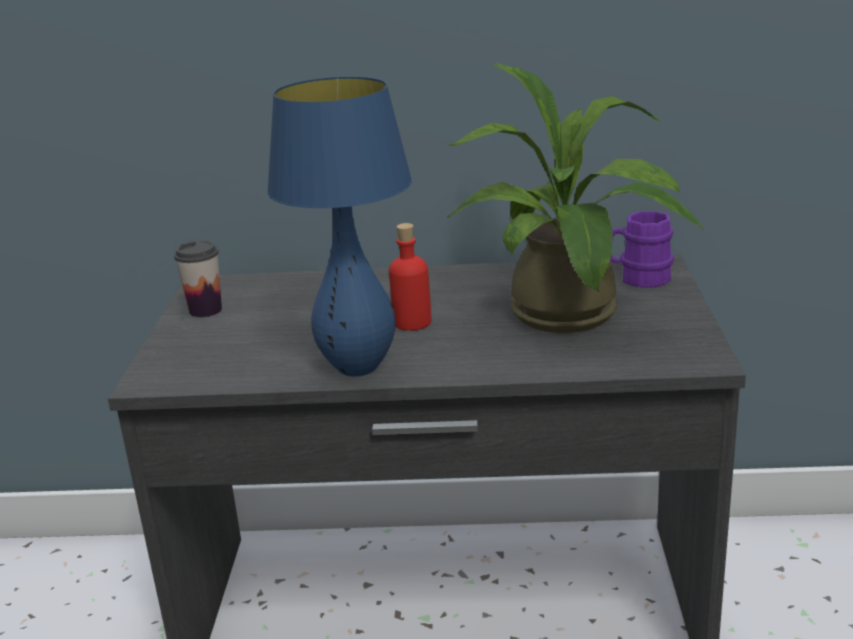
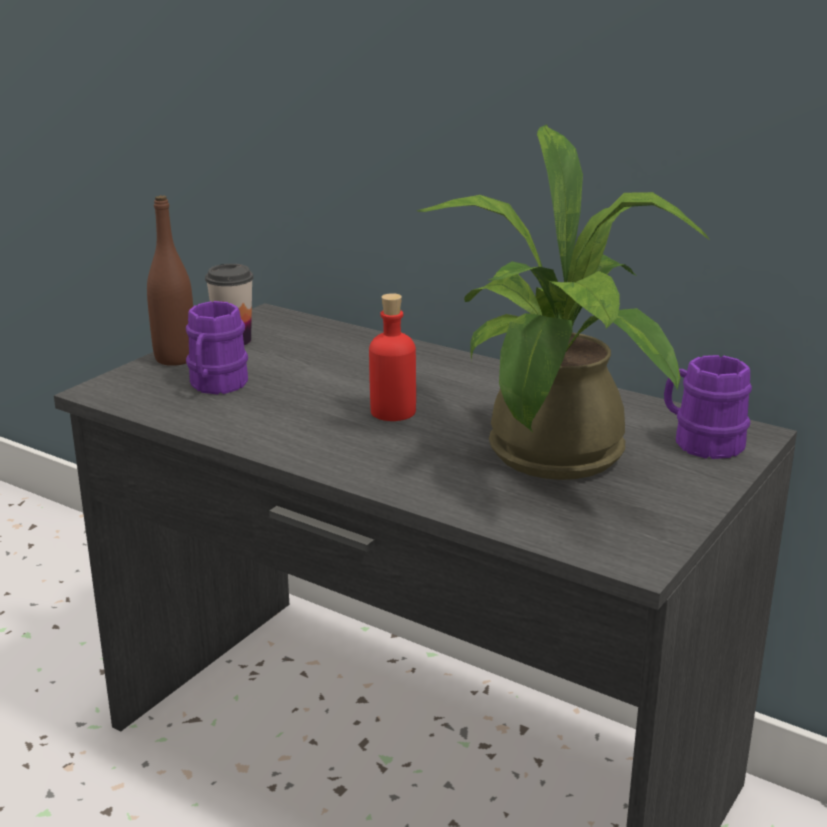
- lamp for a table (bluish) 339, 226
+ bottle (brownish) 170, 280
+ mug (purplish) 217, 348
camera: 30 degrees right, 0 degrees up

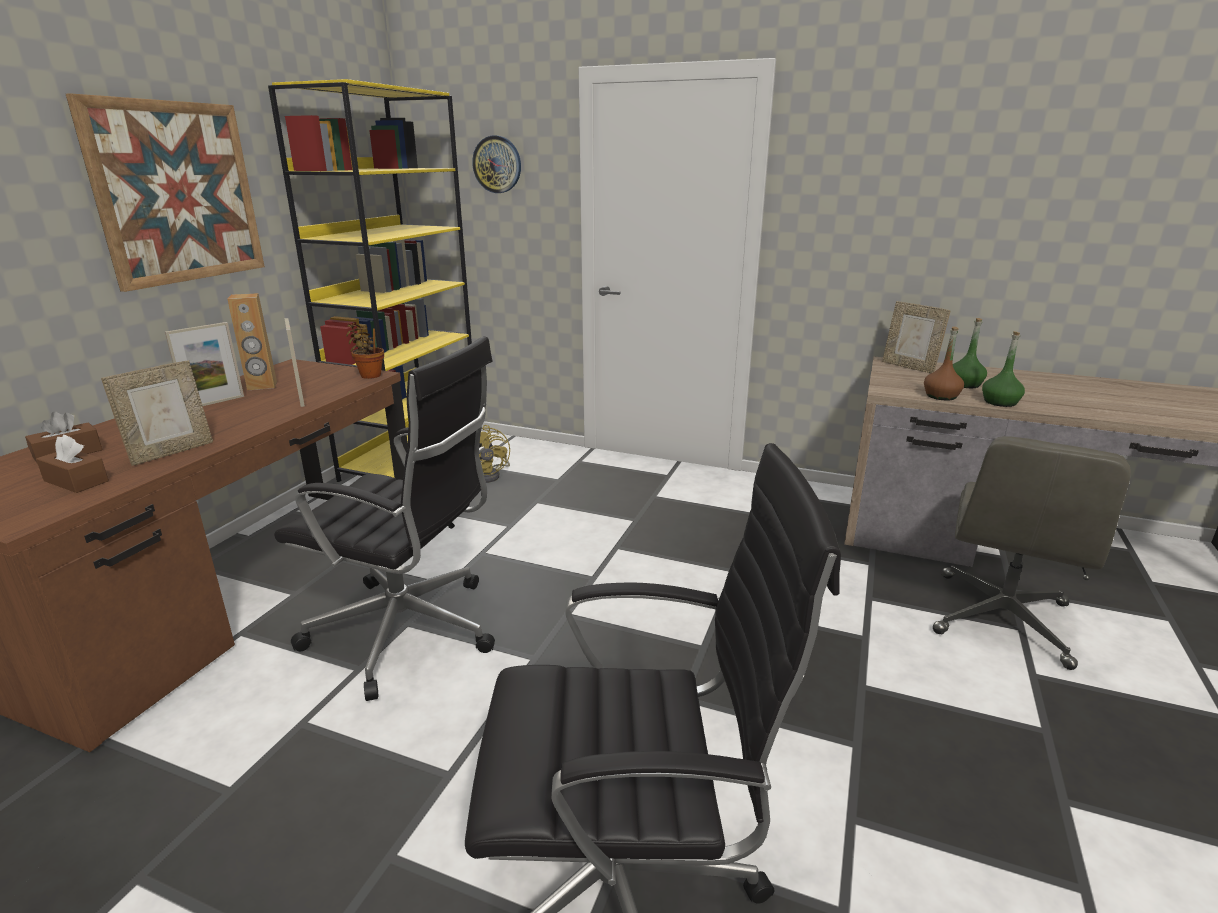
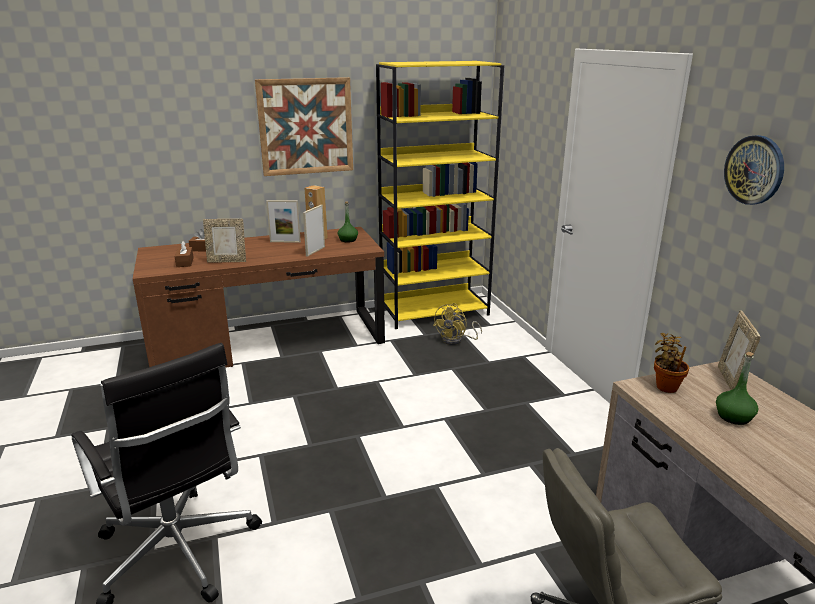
~ wall clock 496, 164 to 754, 170
~ houseplant 365, 350 to 671, 363
- bottle (brownish) 944, 363
~ bottle (green) 1003, 369 to 348, 221
- desk chair (black) 384, 519
camera: 50 degrees right, 0 degrees up

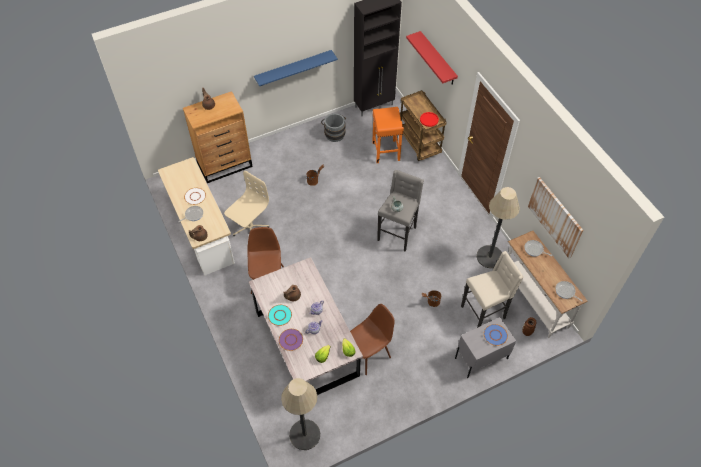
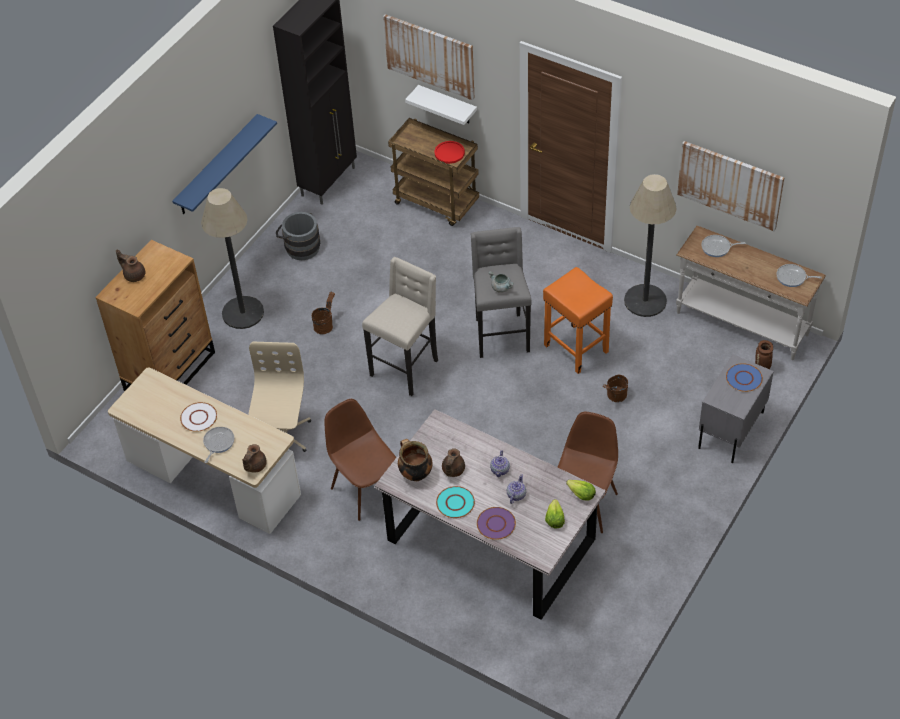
~ shelf (reddish) 432, 58 to picture 428, 57
~ sitting stool (orange-coloured) 388, 135 to 578, 320
~ sitting stool (beige-coloured) 492, 289 to 400, 326
~ floor lamp 300, 414 to 232, 258
+ shelf (white) 441, 105
+ stockpot 415, 460
camera: 30 degrees left, 5 degrees down

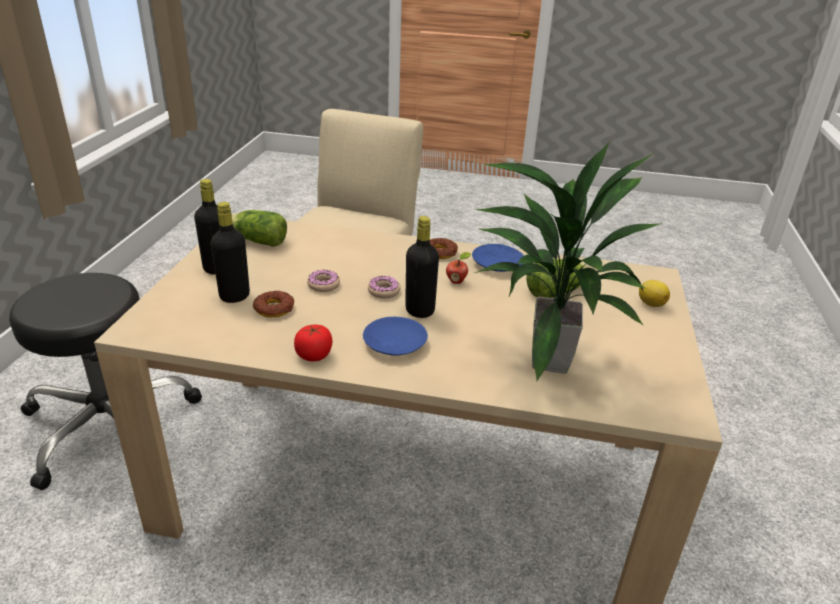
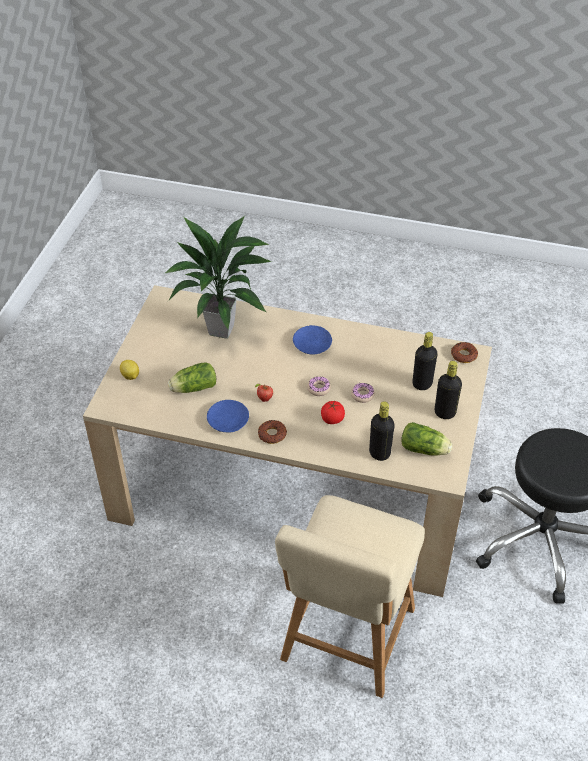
~ bottle (black) 422, 267 to 382, 431
~ donut 273, 304 to 464, 352
~ tomato 313, 343 to 333, 412
camera: 175 degrees left, 15 degrees up

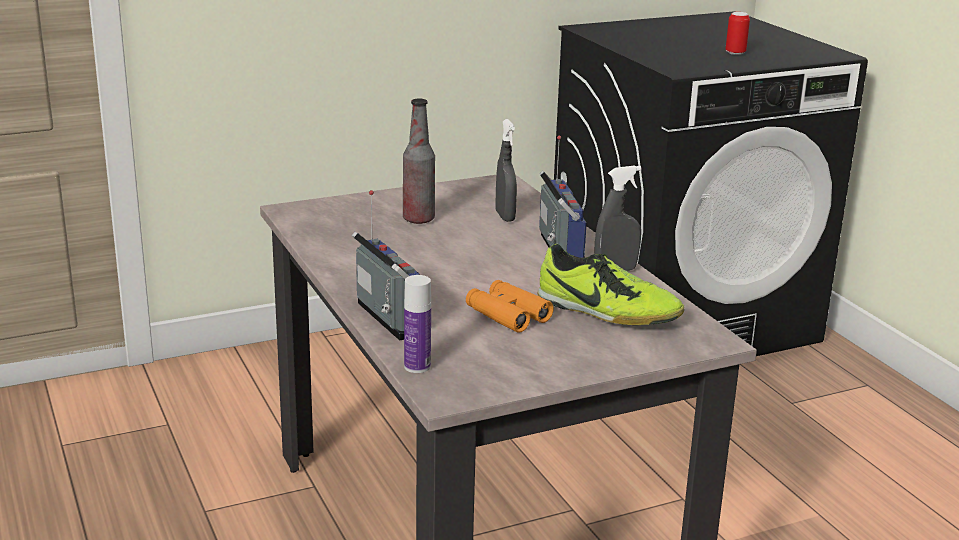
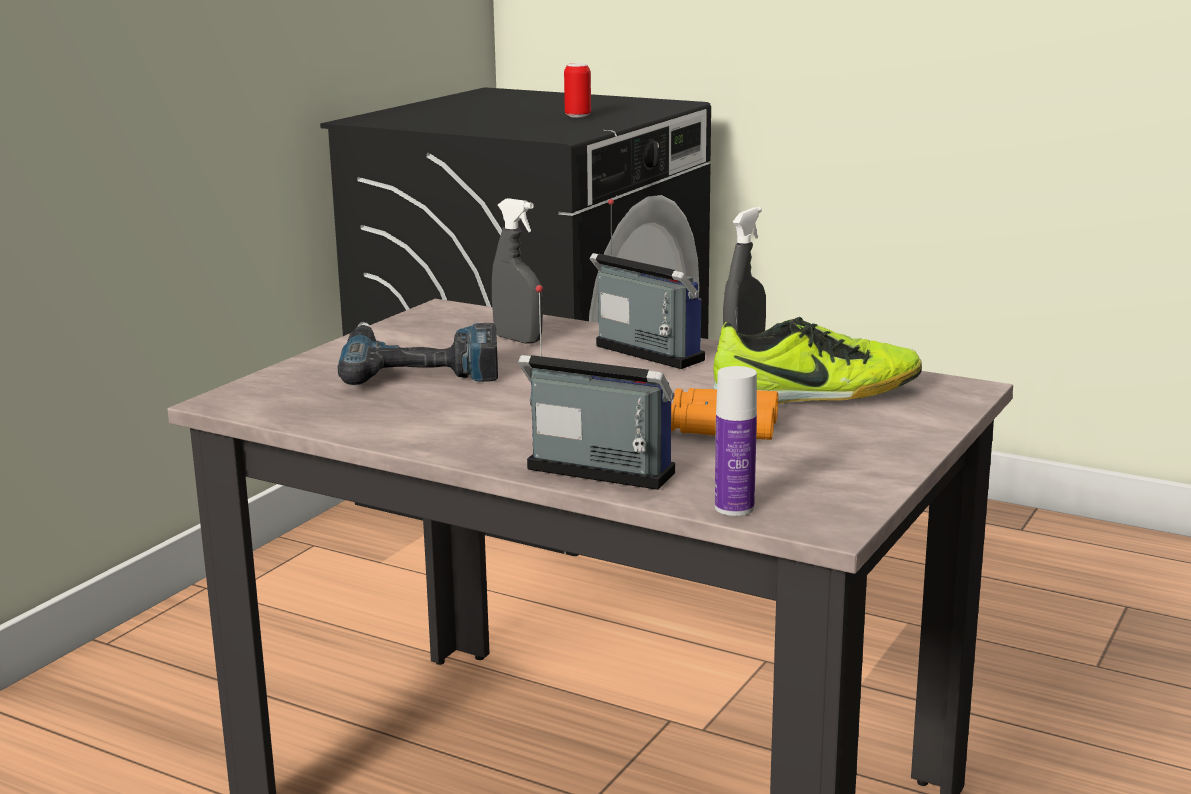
~ bottle 419, 161 to drill 418, 354
camera: 35 degrees left, 5 degrees down

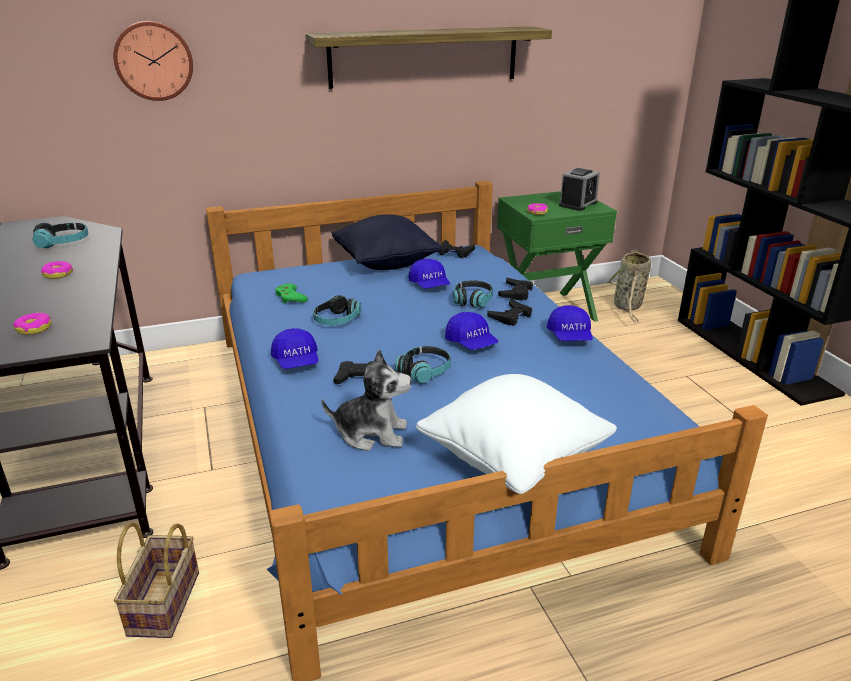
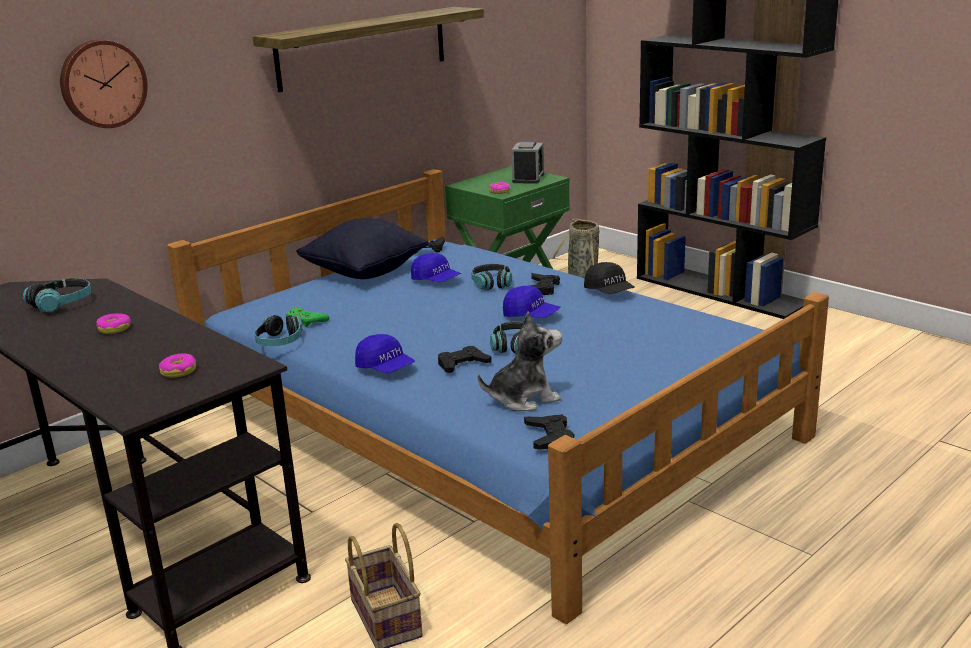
~ joypad (black) 515, 289 to 549, 432
~ pair of headphones 337, 310 to 278, 330
~ cap (bluish) 570, 323 to cap (black) 609, 278
- throw pillow (white) 516, 434
camera: 25 degrees left, 5 degrees down

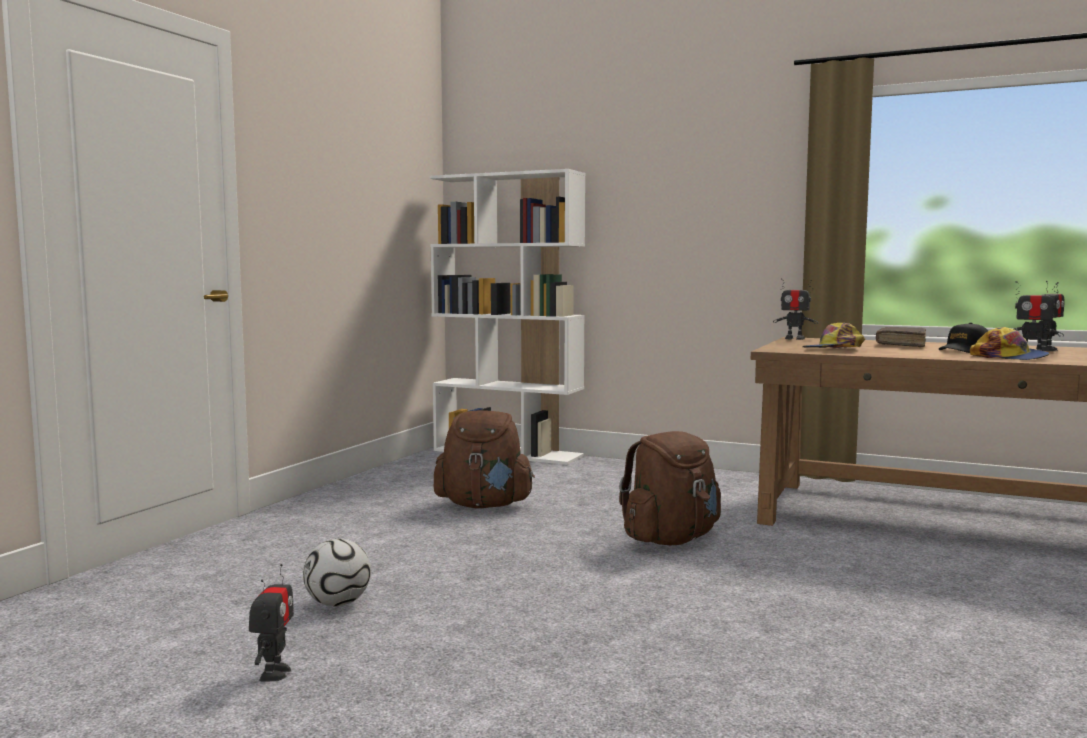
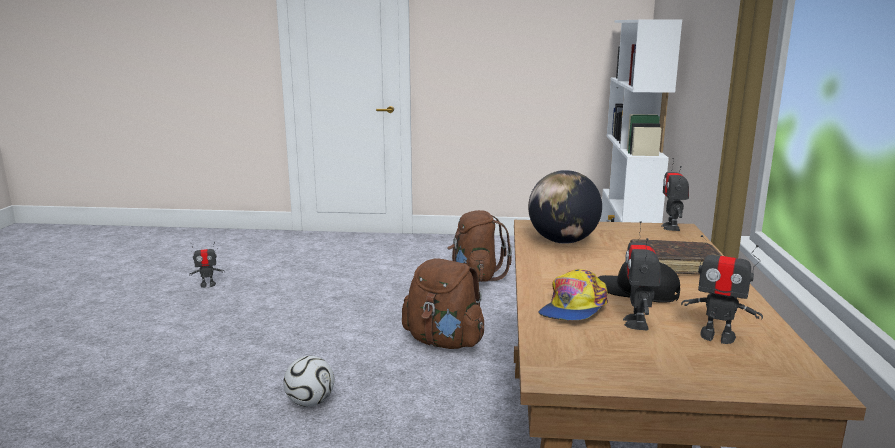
~ cap 833, 335 to desk globe 565, 207
~ ball for football 337, 572 to 308, 381
camera: 70 degrees right, 10 degrees up

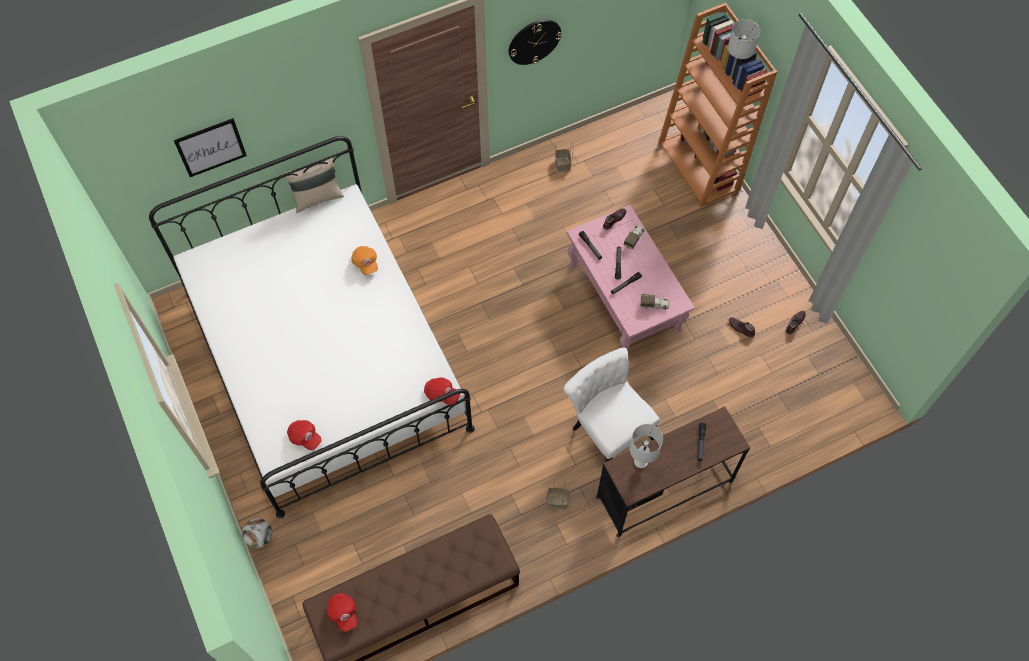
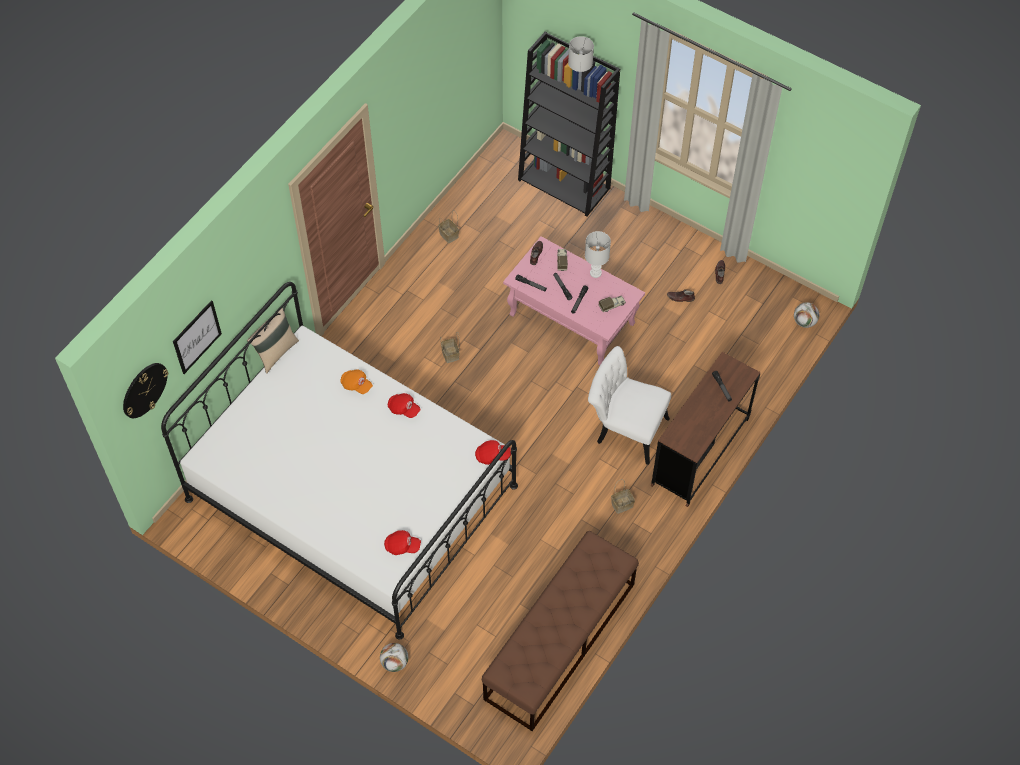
~ bookcase (orange-coloured) 717, 105 to bookcase (black) 569, 124
~ wall clock 535, 42 to 145, 390
~ lamp for a table (white) 646, 446 to 598, 254
~ cap (reddish) 342, 612 to 404, 405
+ ball for football 806, 315
+ basket 450, 348
camera: 30 degrees left, 5 degrees down

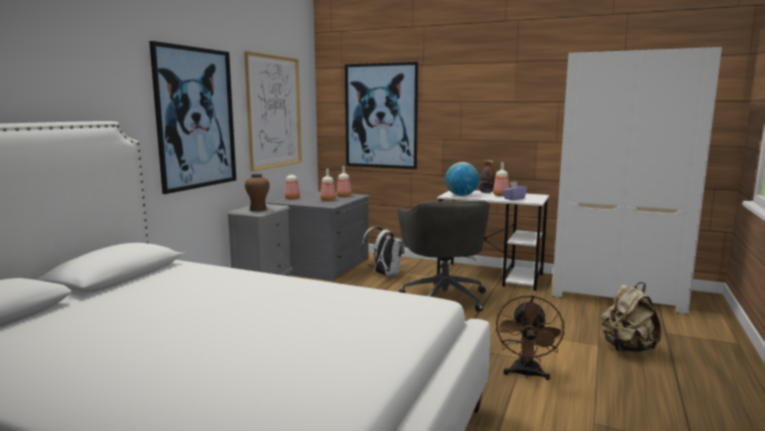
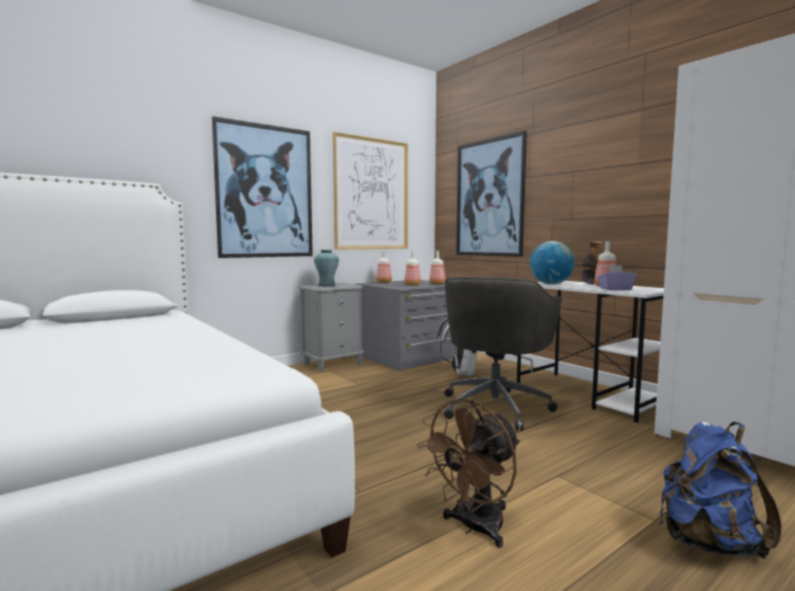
~ flower vase (brownish) 257, 193 to flower vase (turquoise-coloured) 326, 268
~ knapsack (beige-coloured) 631, 317 to knapsack (bluish) 720, 490
camera: 30 degrees right, 5 degrees down

